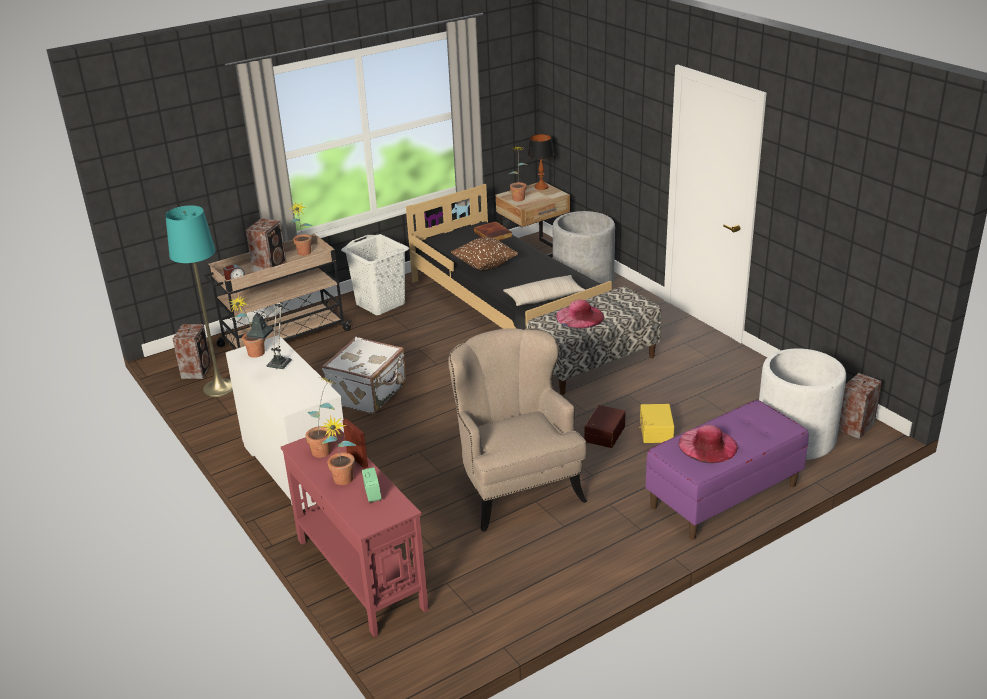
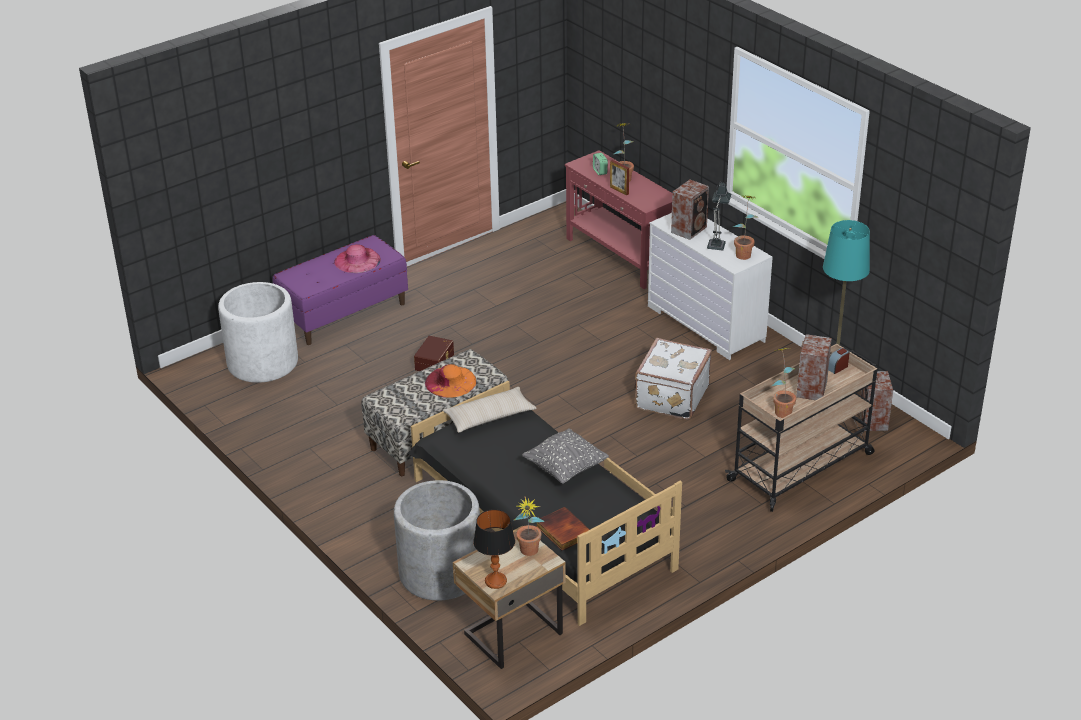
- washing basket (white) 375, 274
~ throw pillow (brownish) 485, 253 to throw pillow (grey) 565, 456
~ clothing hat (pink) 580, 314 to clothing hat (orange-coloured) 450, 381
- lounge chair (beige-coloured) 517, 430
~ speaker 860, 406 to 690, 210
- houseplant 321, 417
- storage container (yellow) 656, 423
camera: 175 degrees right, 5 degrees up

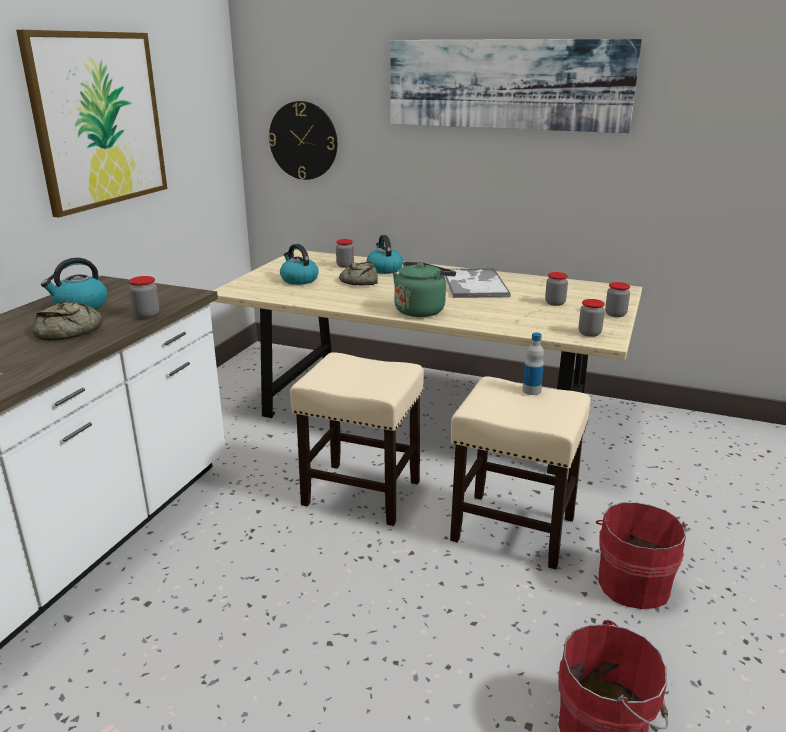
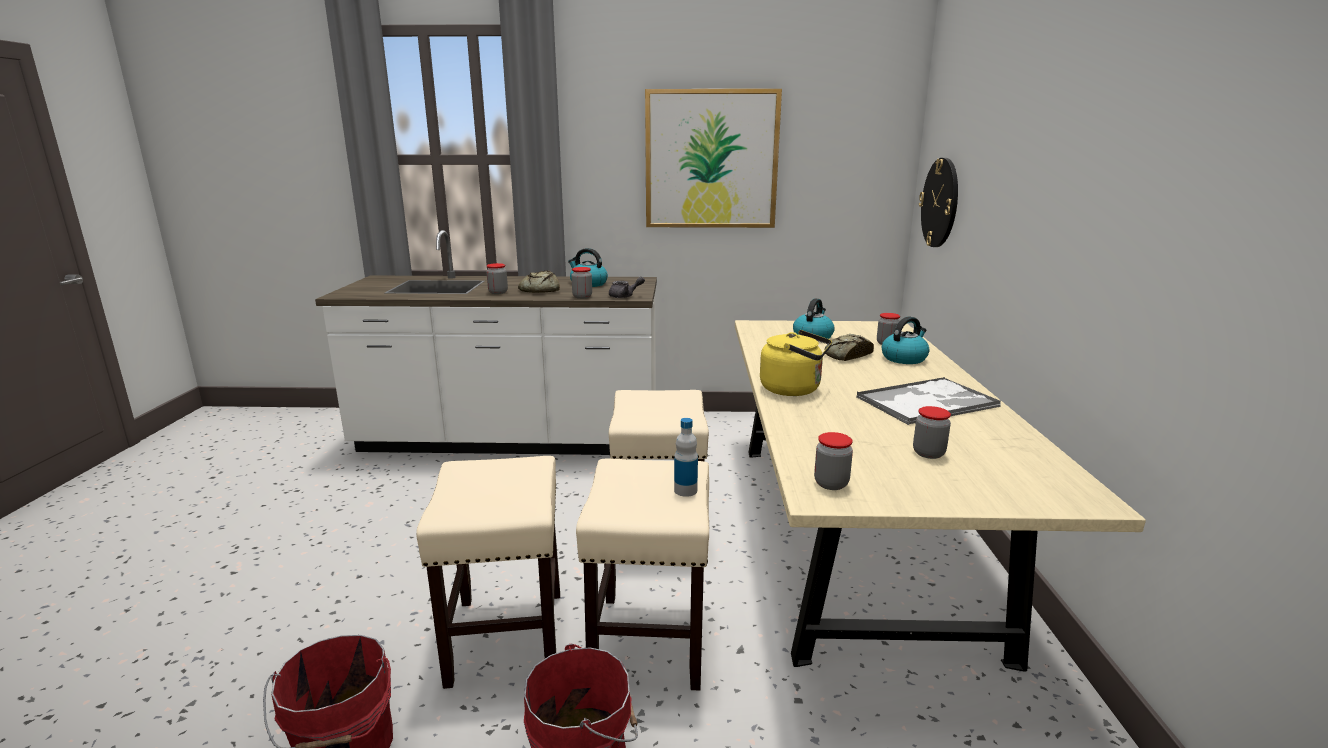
- picture 516, 86
~ water kettle (green) 424, 289 to water kettle (yellow) 796, 363
~ storage jar 617, 299 to 497, 278
+ pot for tea (grey) 627, 287
+ sitting stool (beige-coloured) 488, 572
camera: 70 degrees right, 5 degrees down

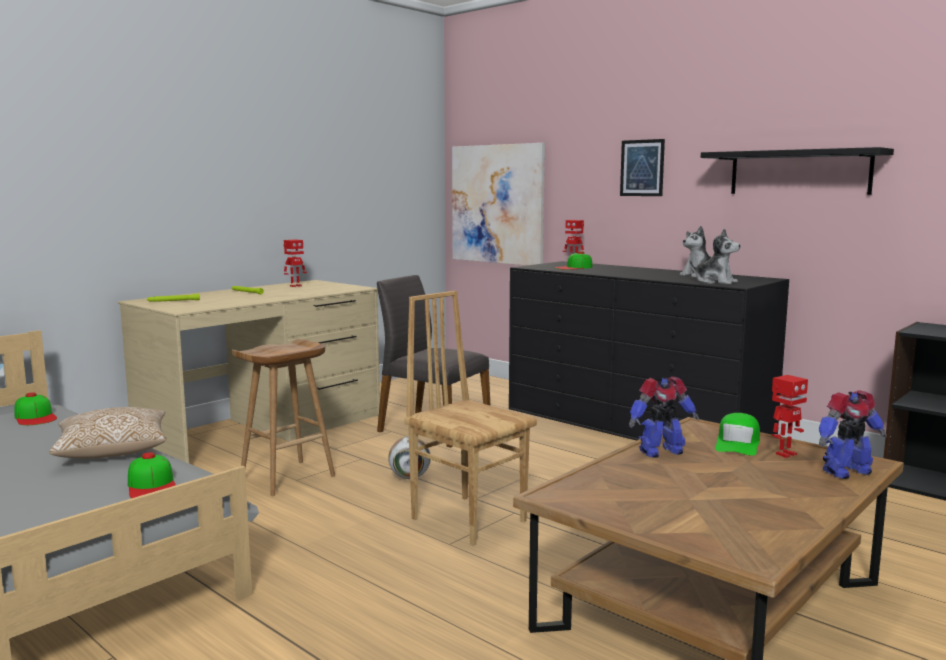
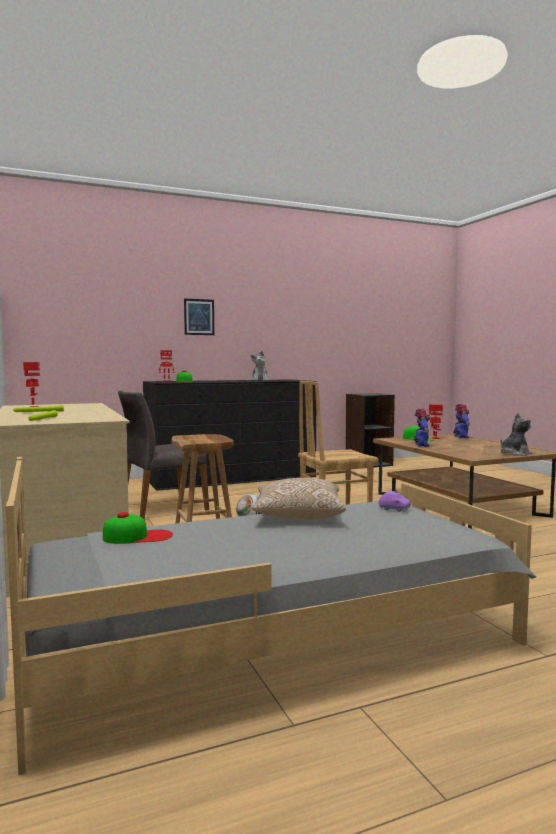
- picture 498, 204
- shelf (black) 797, 171
~ plush toy 714, 256 to 516, 434
~ cap 152, 475 to toy car (purplish) 395, 500
camera: 65 degrees left, 5 degrees down

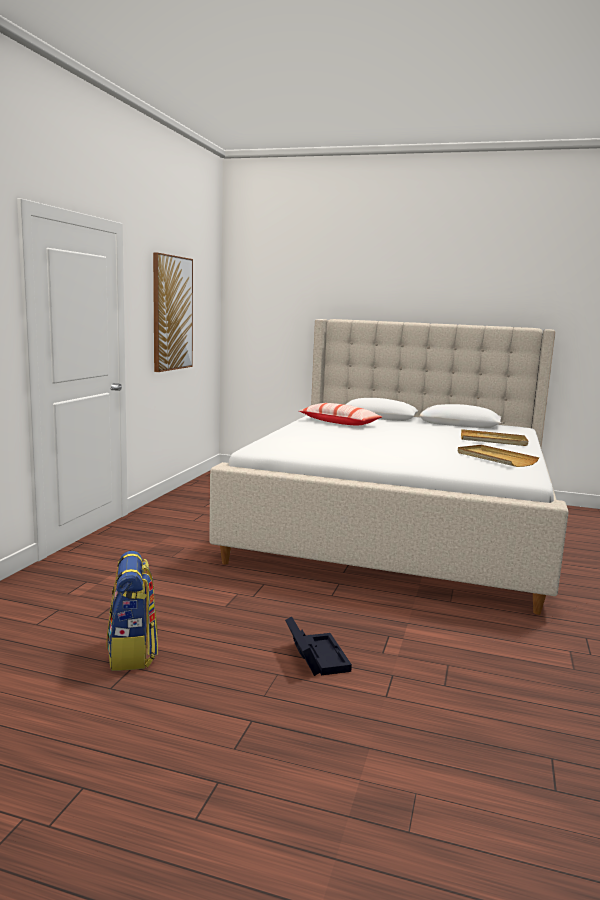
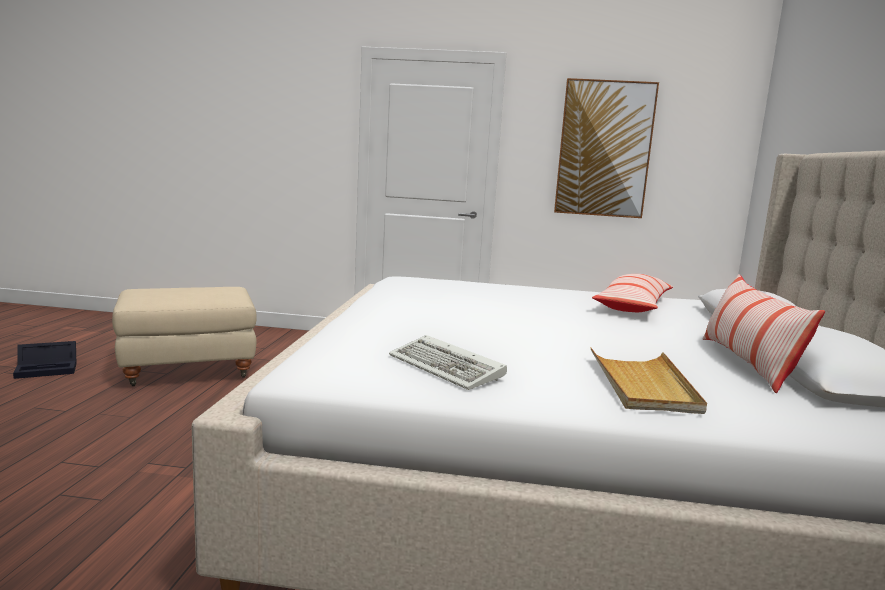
~ serving tray (beige-coloured) 498, 456 to keyboard 448, 362
~ knapsack 132, 611 to footrest (beige-coloured) 184, 336
~ storage container (black) 318, 646 to 45, 360
+ throw pillow 764, 333
camera: 80 degrees right, 0 degrees up

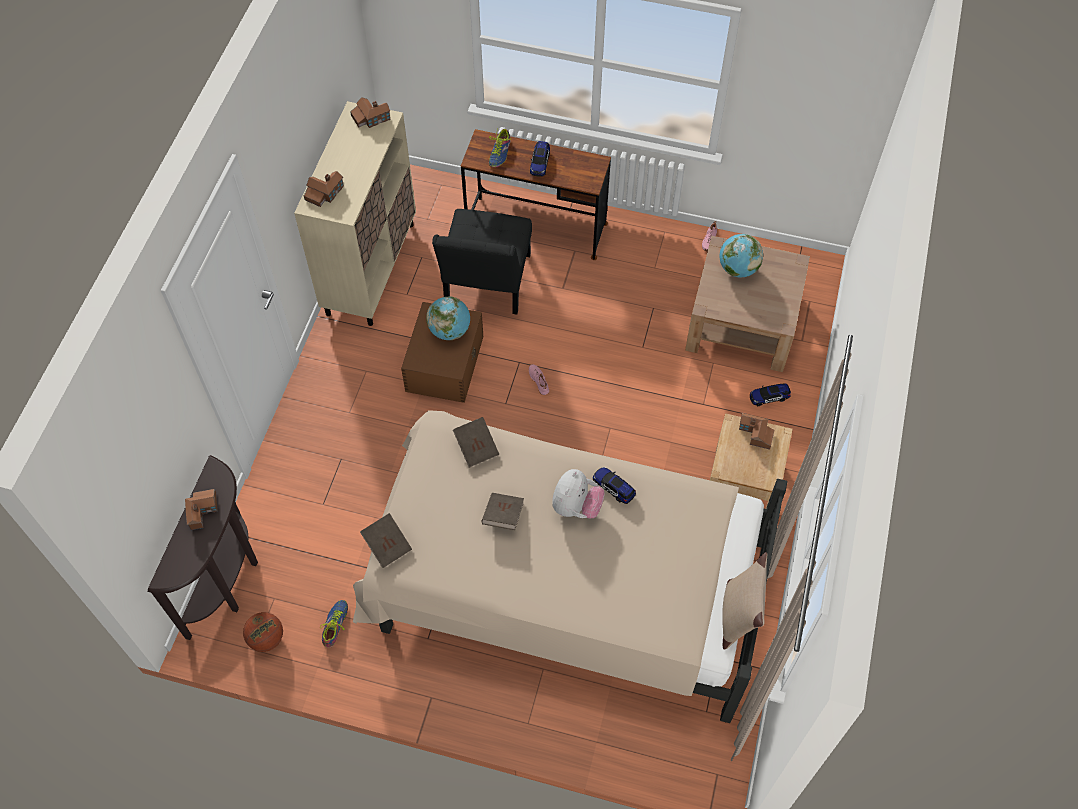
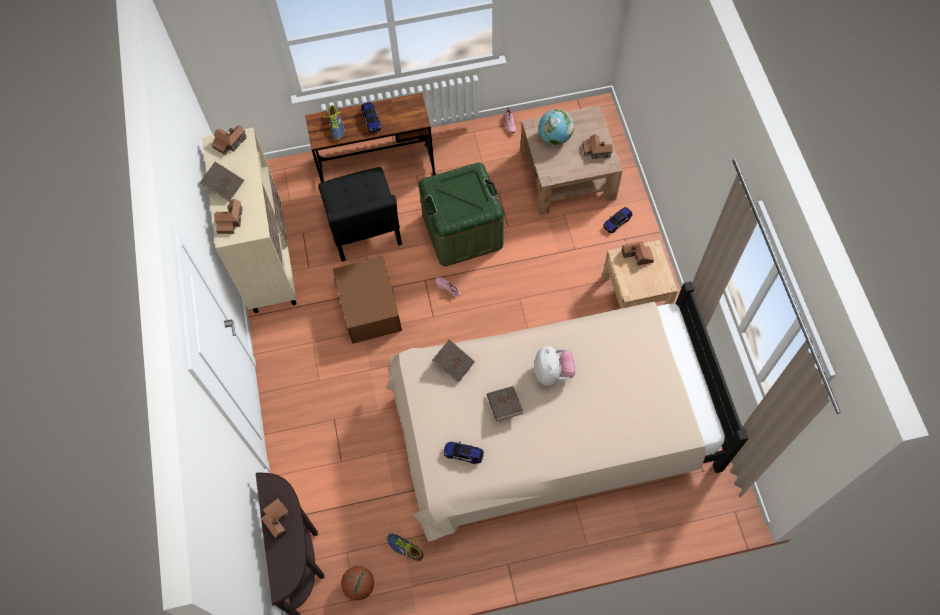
- desk globe 448, 318
~ toy car 614, 485 to 464, 453
~ book (brownish) 386, 540 to 222, 182
- throw pillow (beige-coloured) 744, 601
~ low shoe 334, 624 = 405, 547 45 degrees counterclockwise
+ model house 597, 146
+ storage container (green) 461, 214
camera: 25 degrees left, 5 degrees up

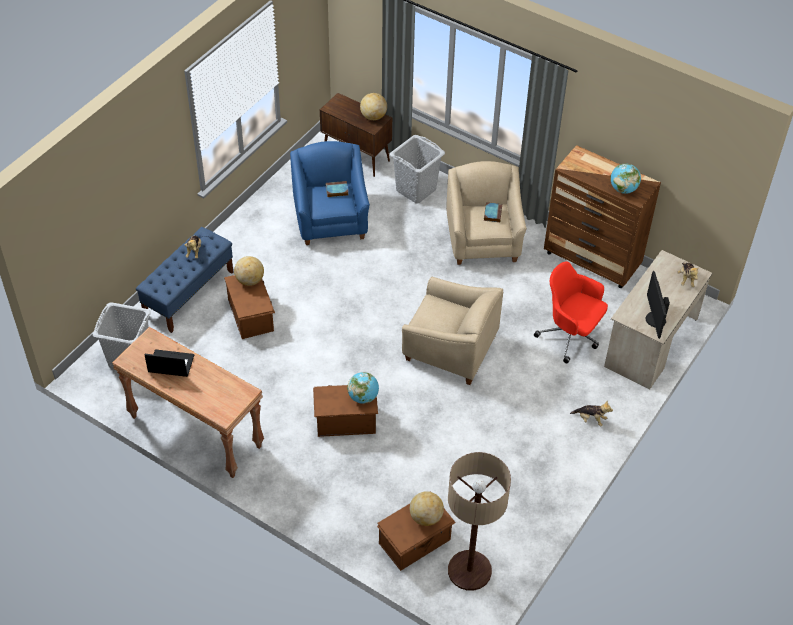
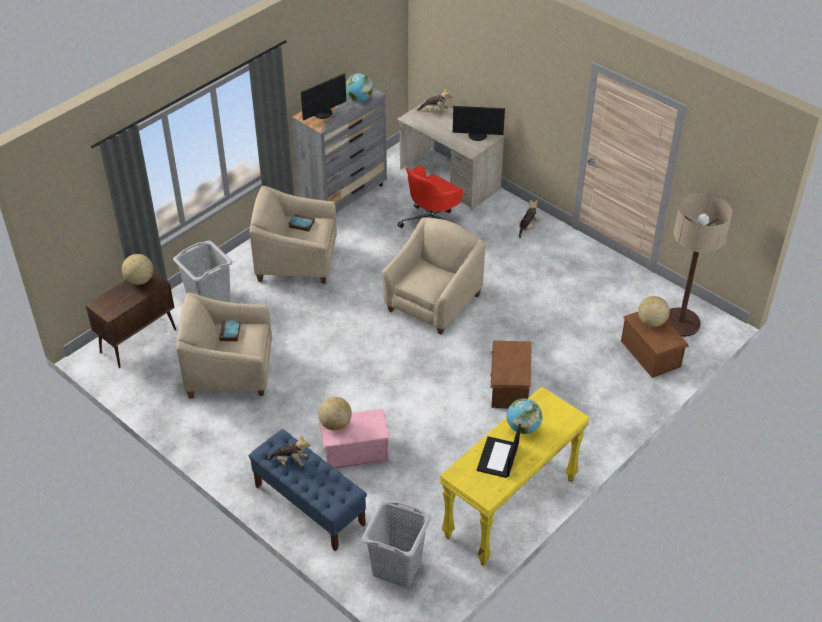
~ lounge chair (bluish) 330, 193 to lounge chair (beige-coloured) 224, 346
~ chest of drawers (brownish) 602, 216 to chest of drawers (grey) 339, 150
~ storage container (brownish) 249, 307 to storage container (pink) 354, 439
~ narrow table (brownish) 188, 402 to narrow table (yellow) 515, 476
~ desk globe 363, 388 to 525, 416
+ computer display 323, 96
camera: 80 degrees left, 5 degrees down

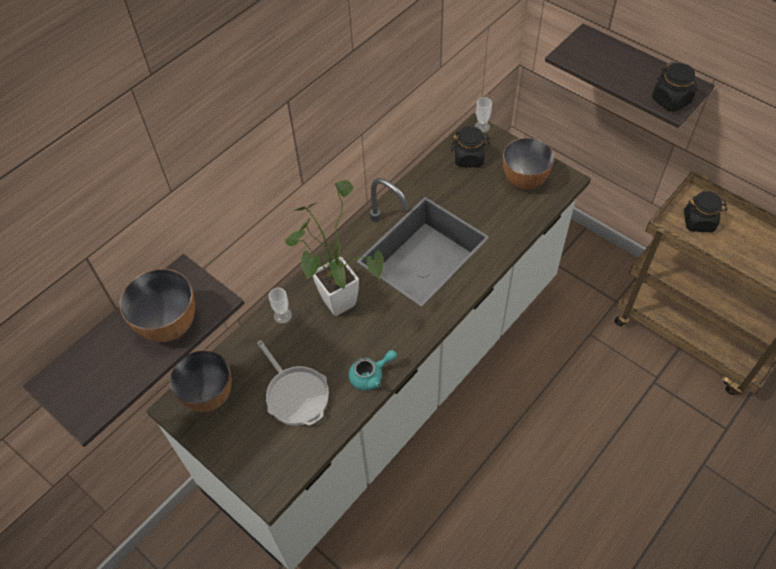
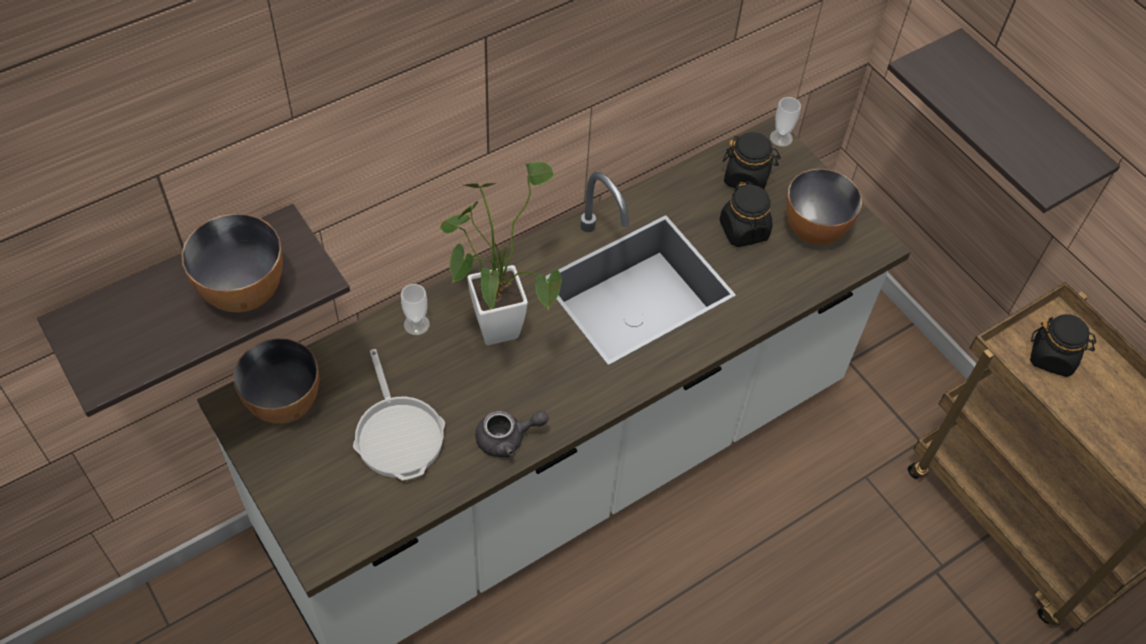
~ storage jar (black) 674, 87 to 746, 214
~ pot for tea (turquoise-coloured) 373, 370 to pot for tea (grey) 512, 434
camera: 10 degrees right, 0 degrees up

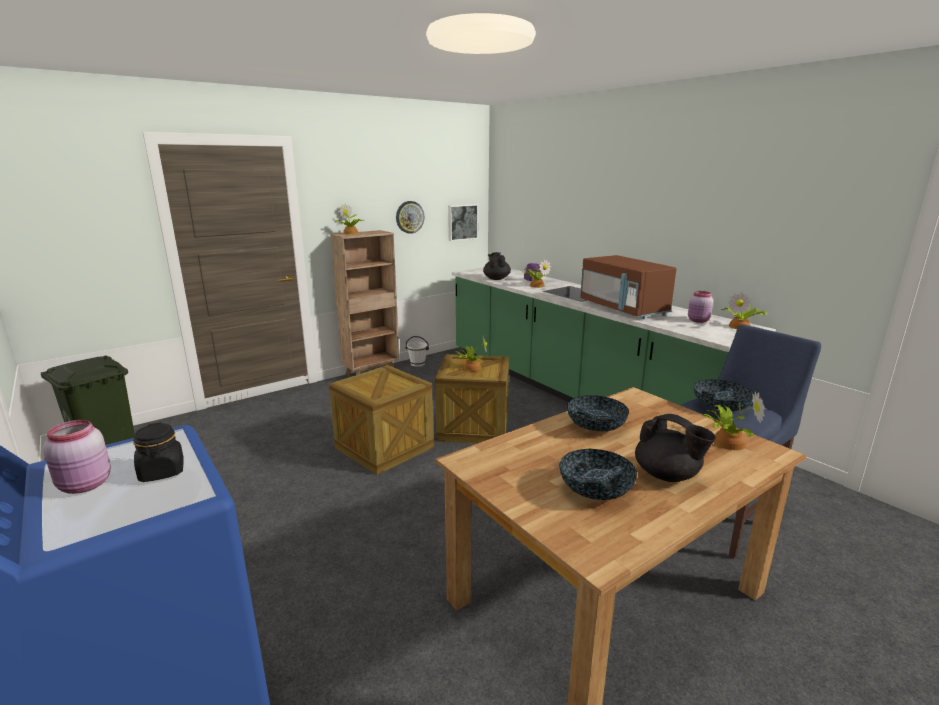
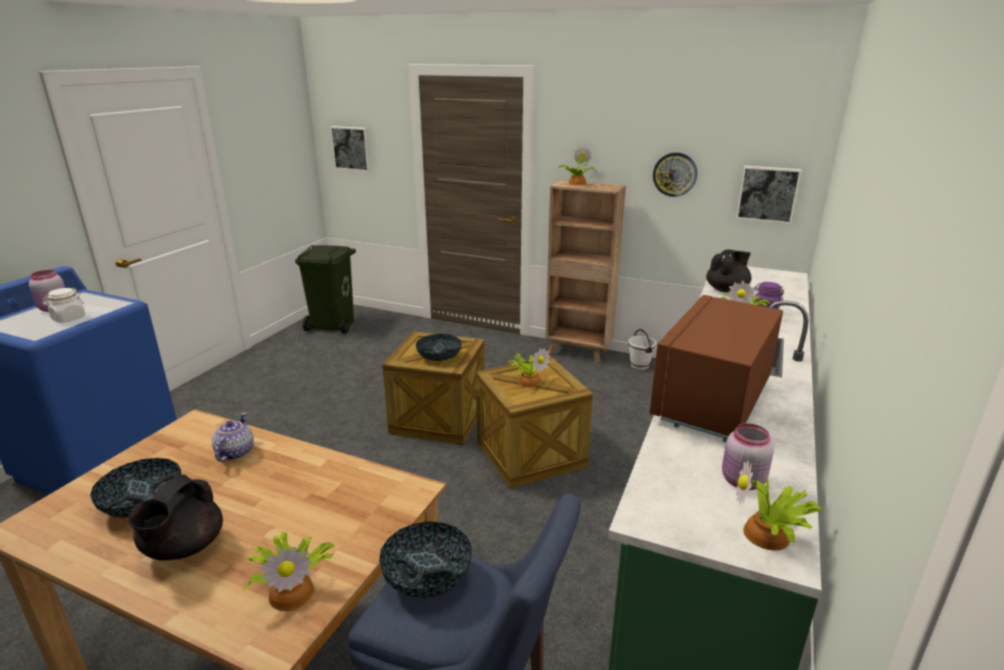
~ serving bowl 598, 413 to 439, 347
~ storage jar (black) 158, 452 to storage jar (white) 64, 305
+ picture 350, 149
+ pot for tea 232, 437
camera: 60 degrees right, 5 degrees up

